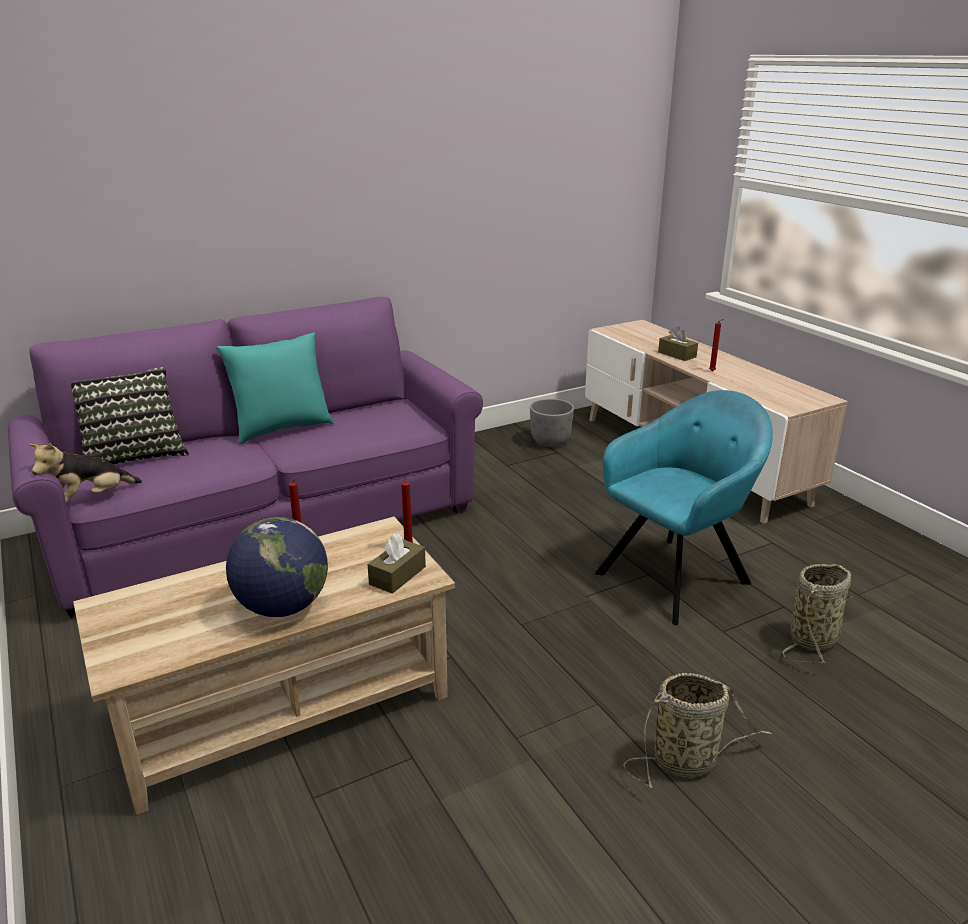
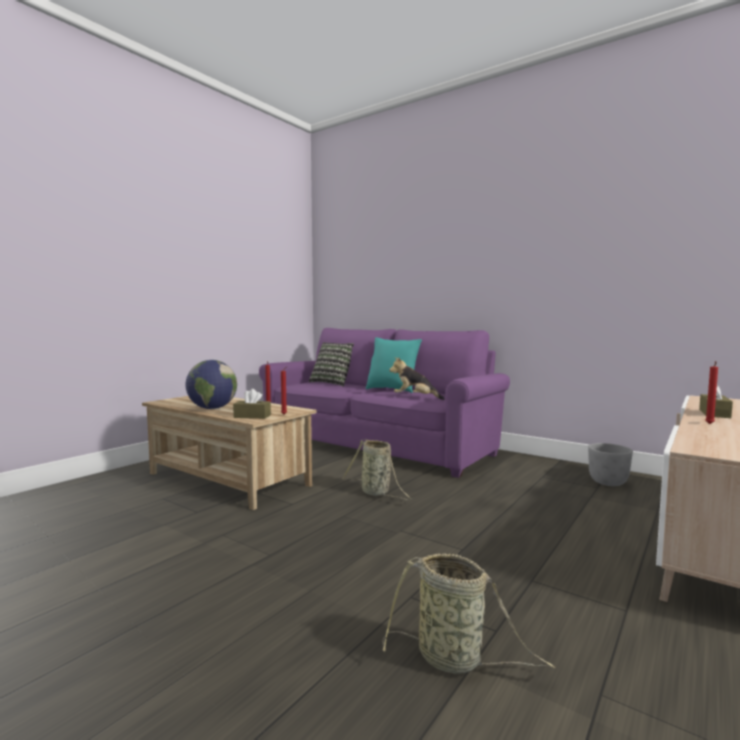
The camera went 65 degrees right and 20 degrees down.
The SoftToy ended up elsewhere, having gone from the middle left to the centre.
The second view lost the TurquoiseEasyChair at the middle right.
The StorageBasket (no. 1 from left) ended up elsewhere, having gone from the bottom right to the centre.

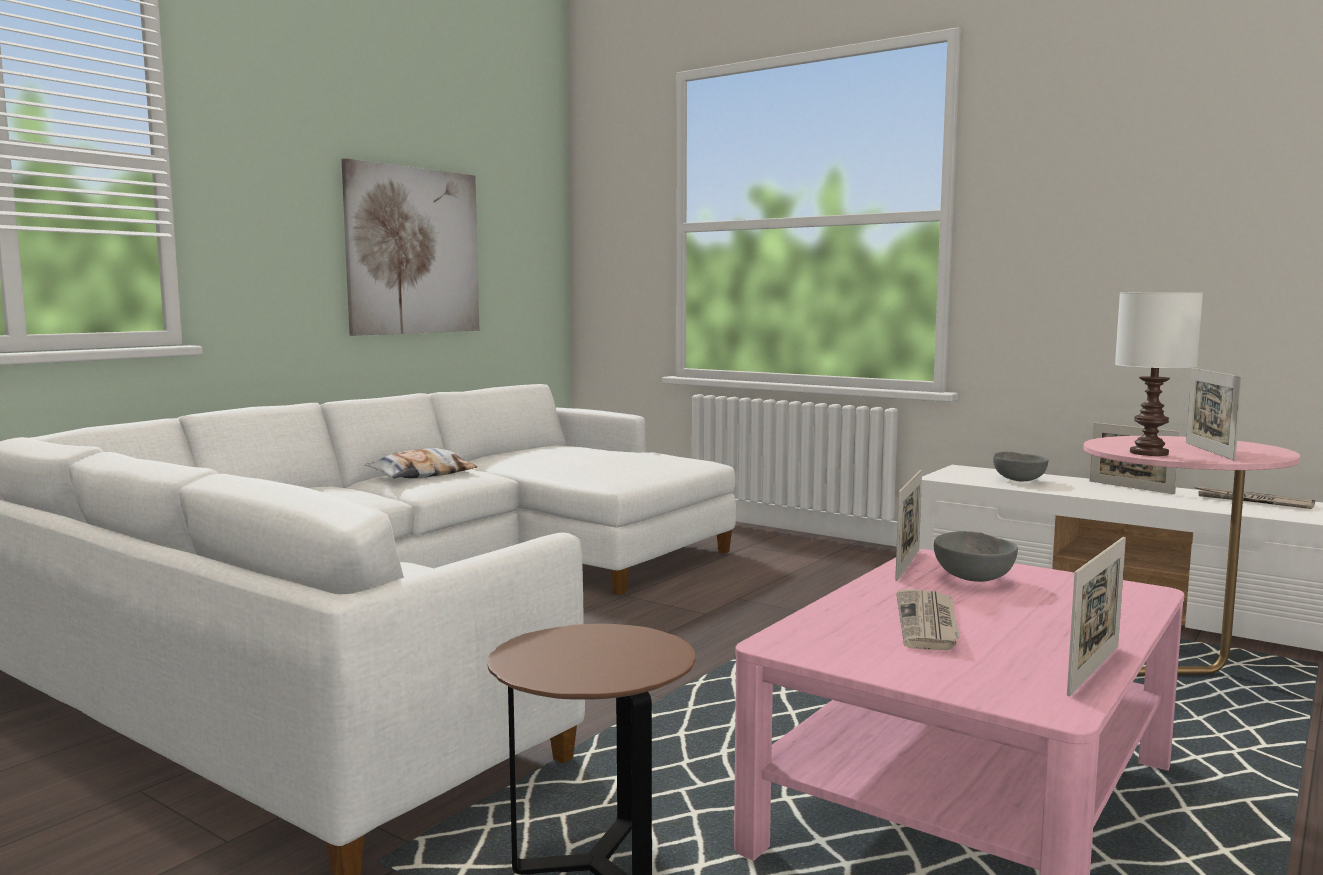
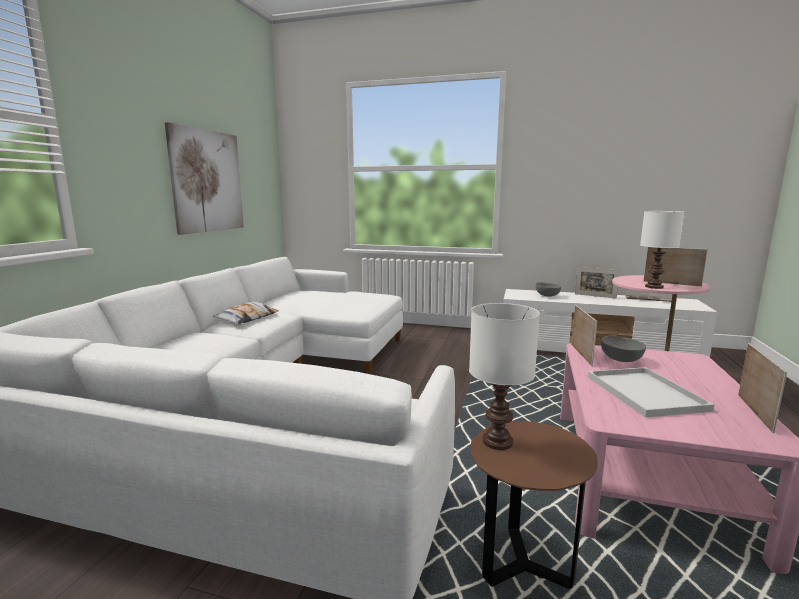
The camera went 20 degrees left and 5 degrees up.
Where the Newspaper (no. 1 from left) stood at the bottom right, the WhiteCarryingTray came to stand at the middle right.
The PhotoFrame (no. 4 from left in the first image) at the middle right ended up facing another way, 135 degrees clockwise from before.
The second view gained the WhiteLampForATable (no. 1 from left) at the centre.

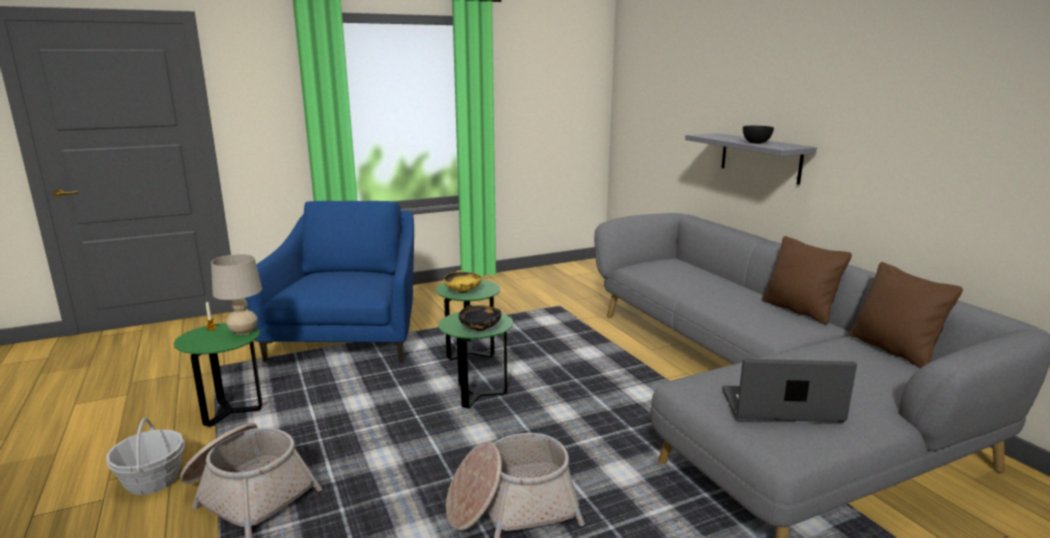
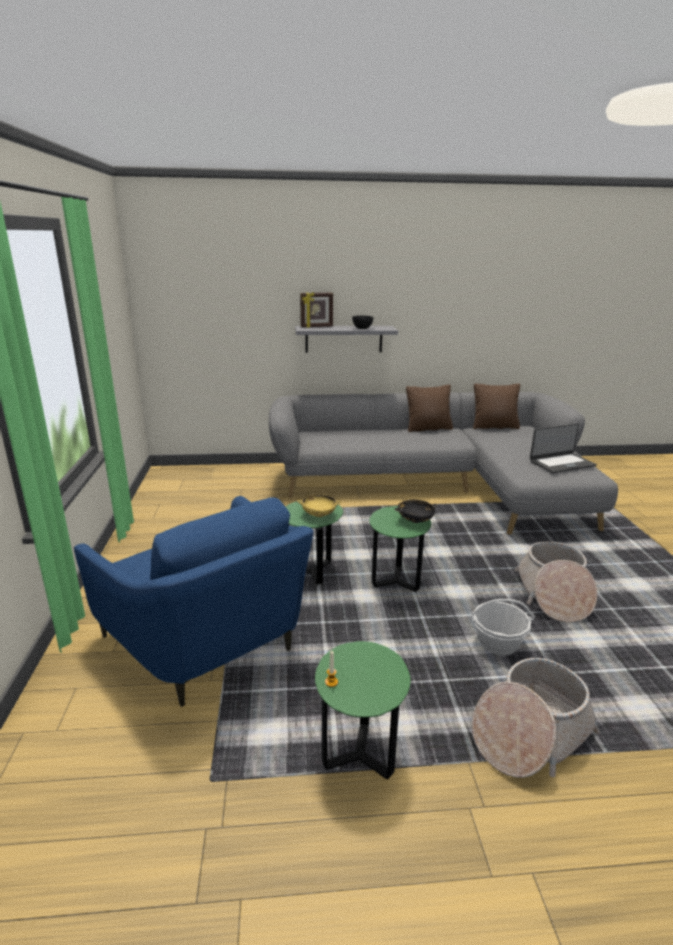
The camera went 70 degrees left and 5 degrees up.
The StorageBasket (no. 1 from left) ended up elsewhere, having gone from the bottom left to the middle right.
The second view lost the BeigeColouredLampForATable at the middle left.
The BluishEasyChair at the middle left ended up facing another way, 150 degrees counterclockwise from before.
The Laptop at the bottom right ended up facing another way, 135 degrees counterclockwise from before.
The second view gained the PhotoFrame at the top centre.

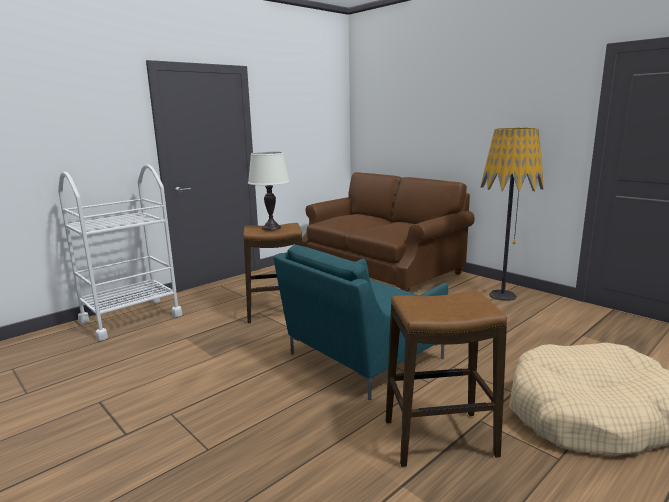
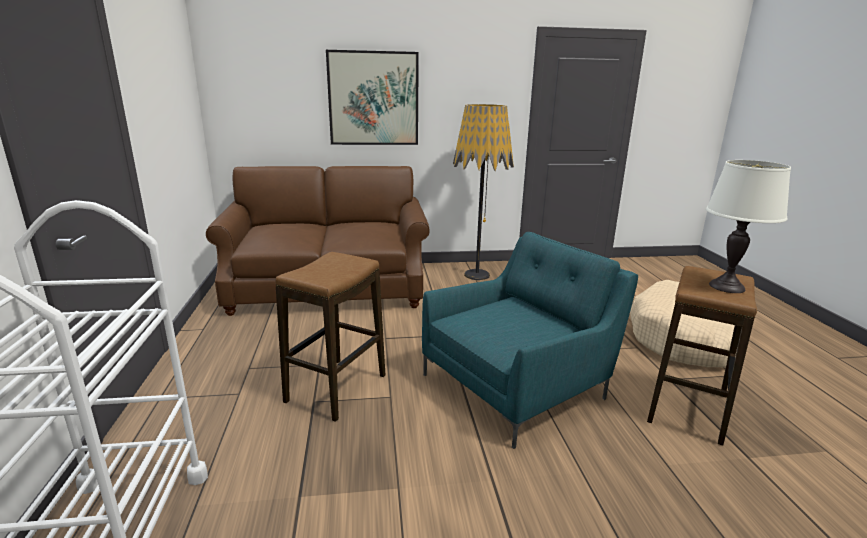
The camera went 55 degrees left and 5 degrees up.
The WhiteLampForATable ended up elsewhere, having gone from the centre to the middle right.
The TurquoiseEasyChair at the centre ended up facing another way, 120 degrees counterclockwise from before.
The second view gained the Picture at the top centre.

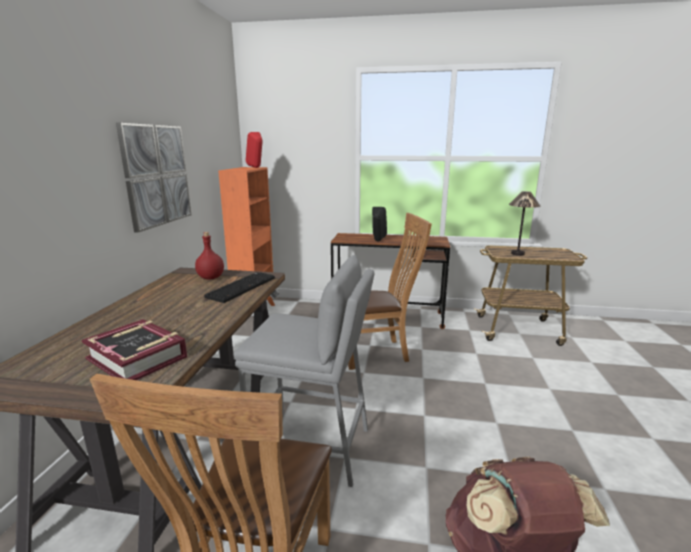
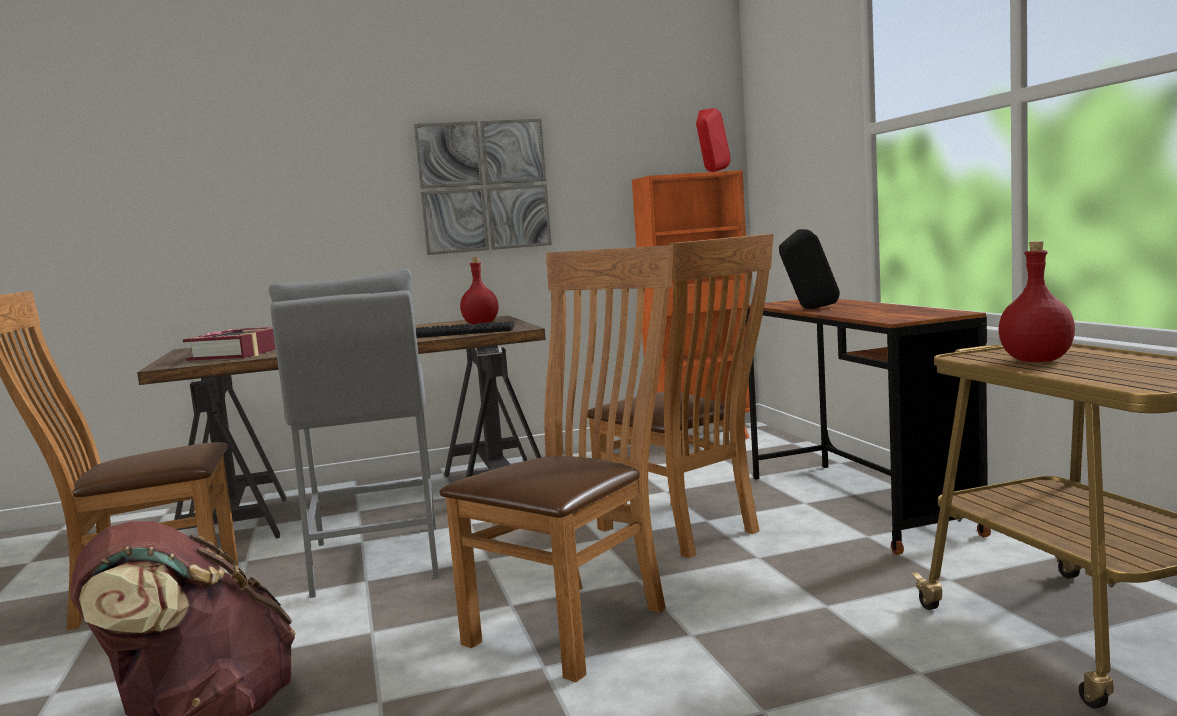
The camera went 65 degrees right and 10 degrees down.
Where the LampForATable stood at the middle right, the RedBeverageBottle (no. 2 from left) came to stand at the middle right.
The second view gained the BrownishUprightChair (no. 2 from left) at the centre.

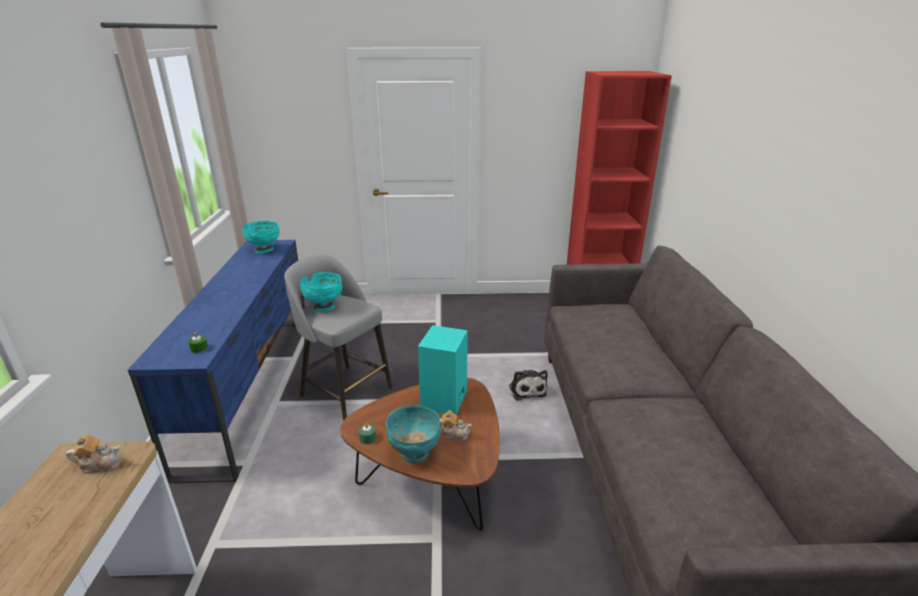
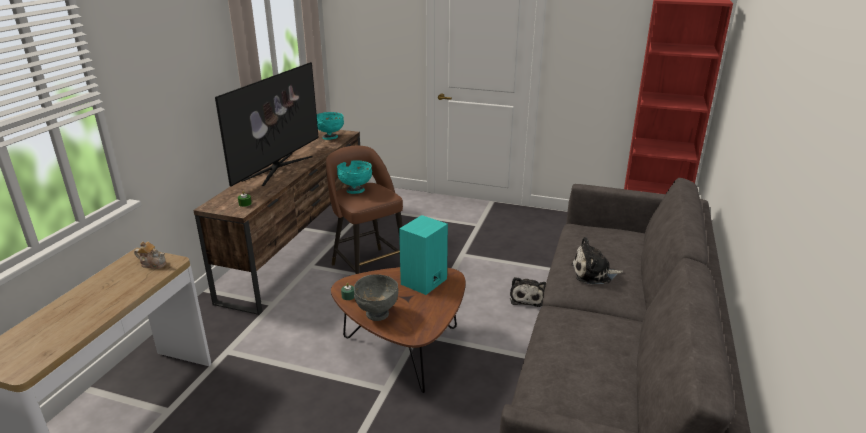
The camera went 20 degrees right and 0 degrees up.
What was the BluishTvUnit at the middle left turned into the BrownishTvUnit at the middle left.
What was the GraySittingStool at the centre turned into the BrownishSittingStool at the centre.
What was the TurquoiseBowl (no. 3 from left) at the bottom centre turned into the GrayBowl at the bottom centre.
The second view lost the Teapot (no. 2 from left) at the bottom centre.
The second view gained the Television at the top left.
The second view gained the SoftToy (no. 2 from left) at the middle right.

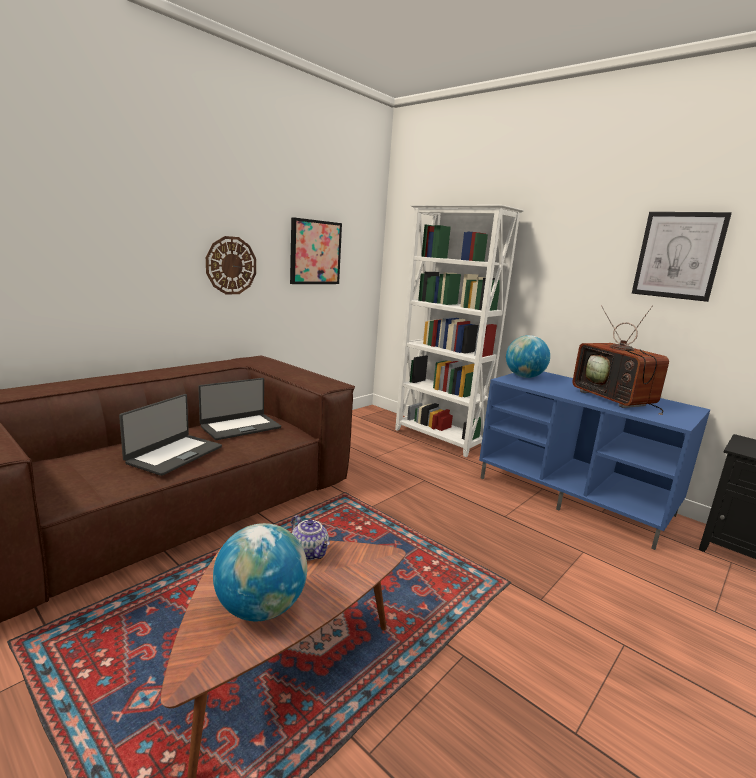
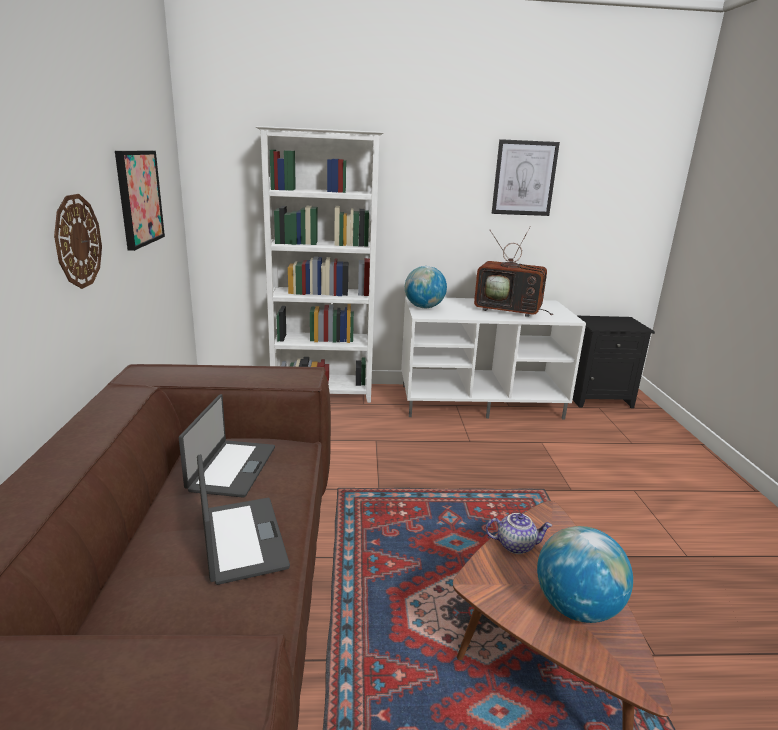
The camera went 45 degrees left and 5 degrees up.
What was the BluishTvUnit at the middle right turned into the WhiteTvUnit at the centre.

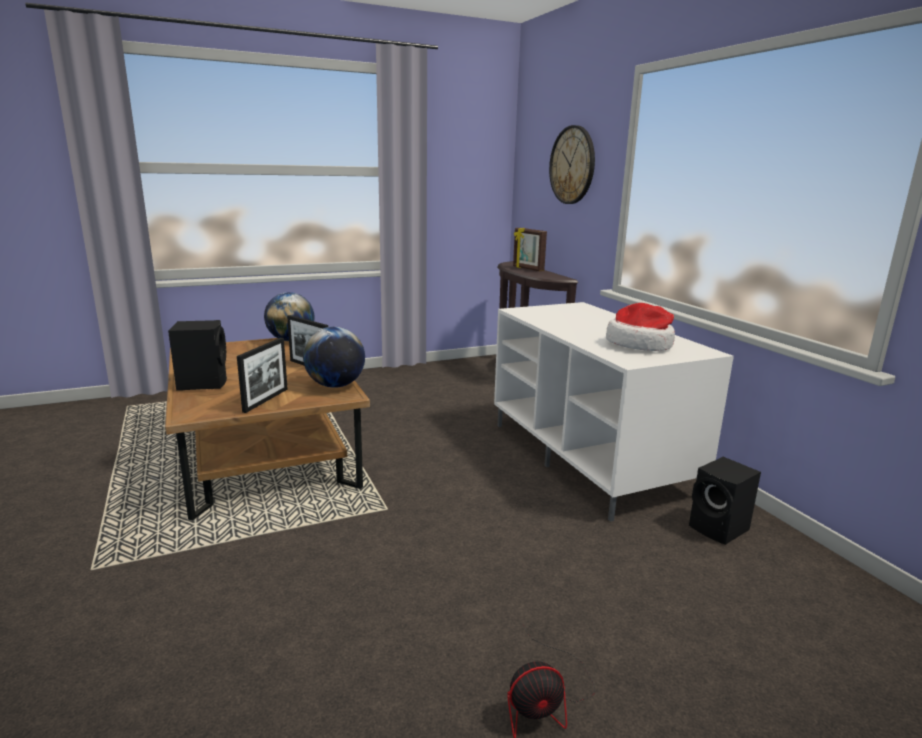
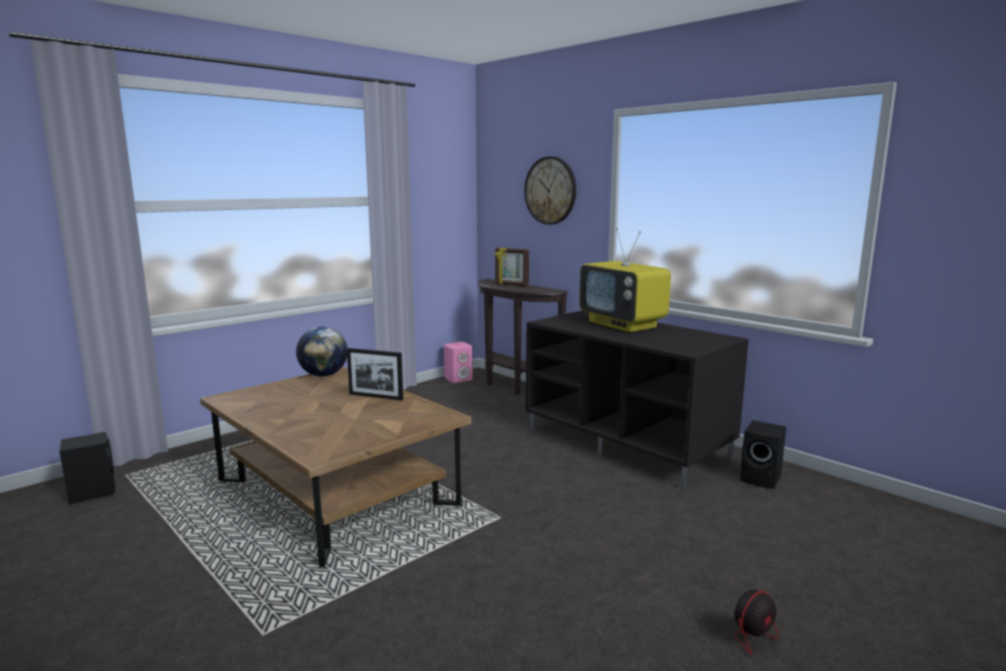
The camera went 20 degrees left and 5 degrees down.
The BlackColouredSpeaker (no. 1 from left) ended up elsewhere, having gone from the middle left to the bottom left.
The second view lost the PhotoFrame (no. 1 from left) at the middle left.
The second view lost the WorldGlobe (no. 2 from left) at the centre.
What was the WhiteTvUnit at the centre turned into the BlackColouredTvUnit at the centre.
The second view lost the WearableHat at the middle right.
The second view gained the PinkColouredSpeaker at the centre.
The second view gained the Television at the centre.

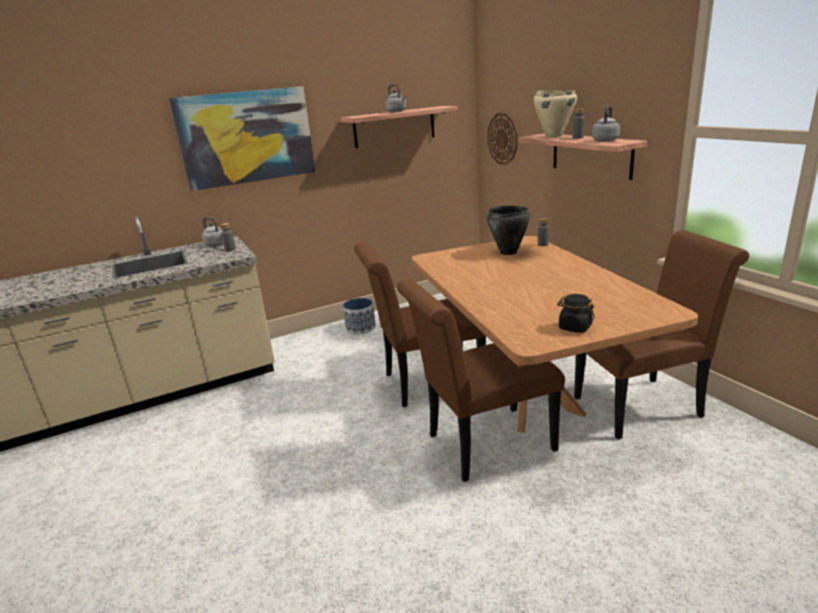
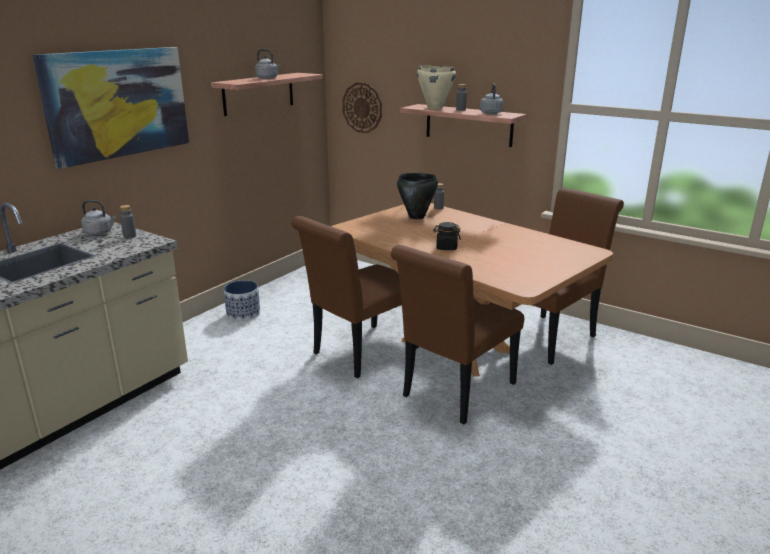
The camera went 30 degrees left and 0 degrees up.
The BlackColouredPreserveJar ended up elsewhere, having gone from the middle right to the centre.

